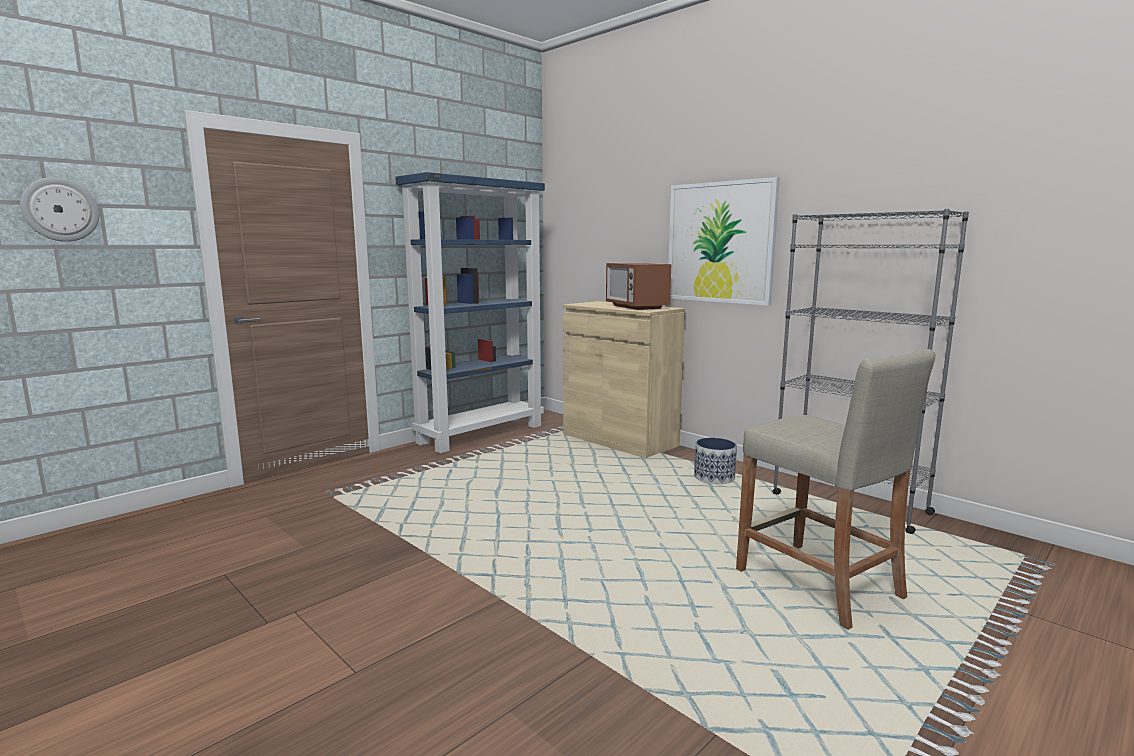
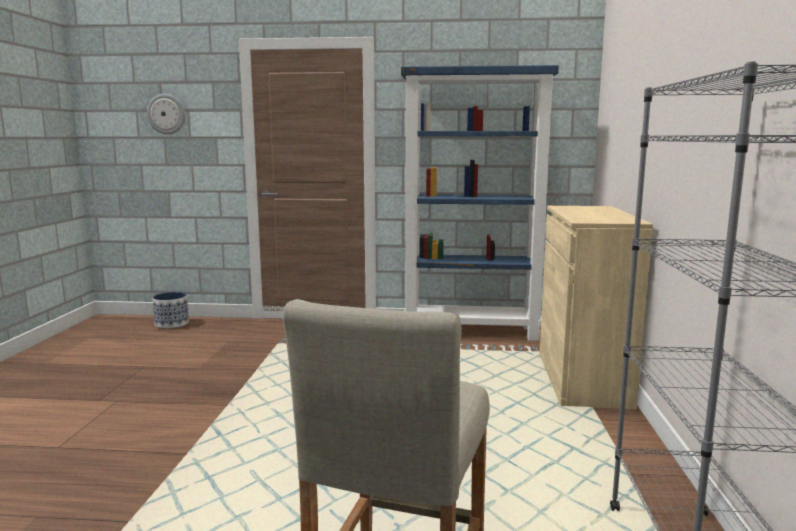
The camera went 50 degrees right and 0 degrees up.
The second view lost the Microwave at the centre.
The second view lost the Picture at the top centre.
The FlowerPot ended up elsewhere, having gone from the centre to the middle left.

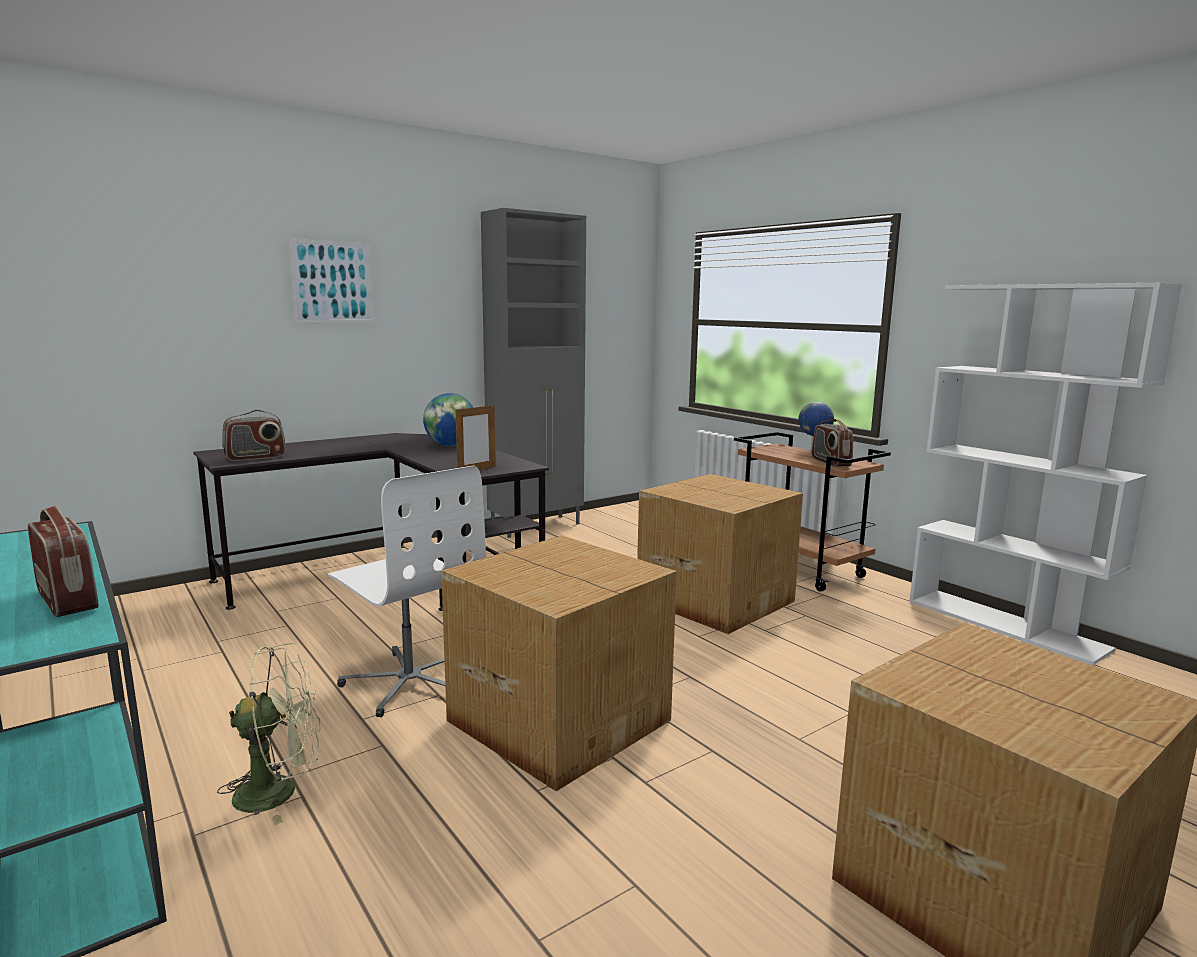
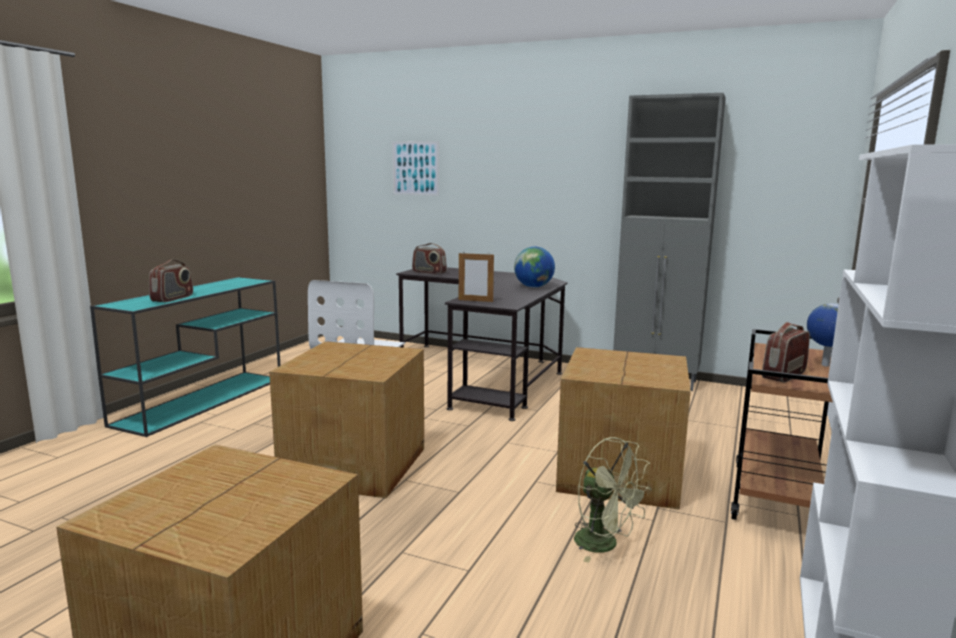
The camera went 60 degrees right and 0 degrees up.
The GreenColouredCoolingFan ended up elsewhere, having gone from the bottom left to the bottom centre.
The Picture ended up elsewhere, having gone from the top left to the top centre.

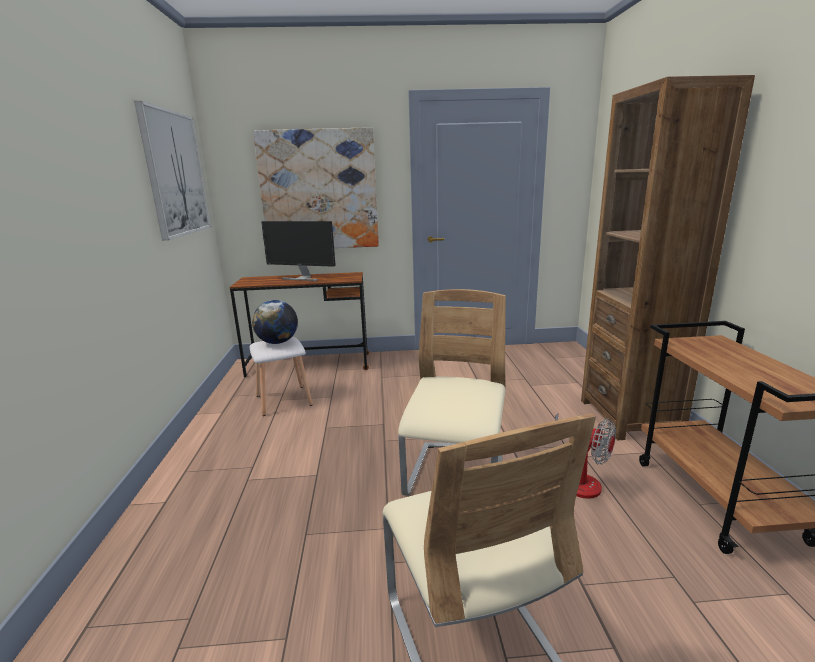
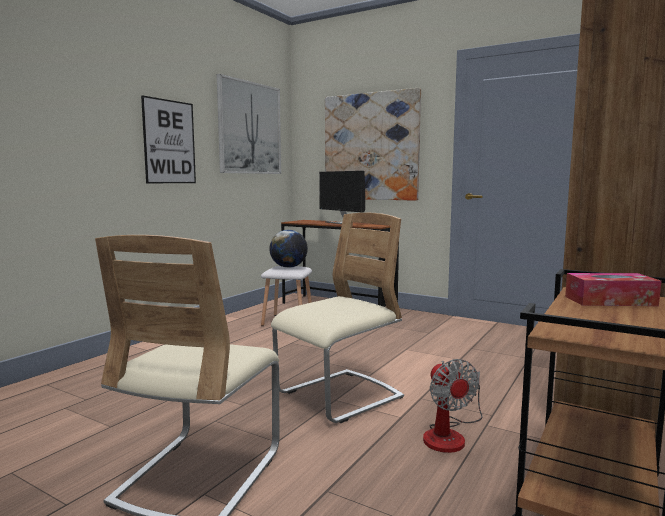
The camera went 35 degrees right and 10 degrees down.
The second view gained the Picture (no. 1 from left) at the top left.
The second view gained the TissueBox at the middle right.

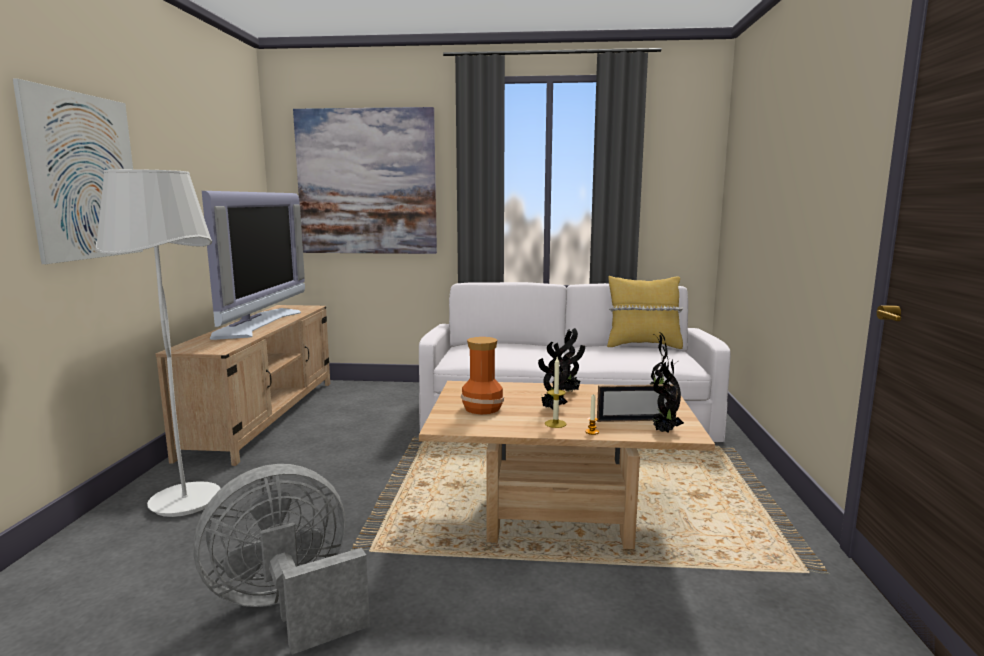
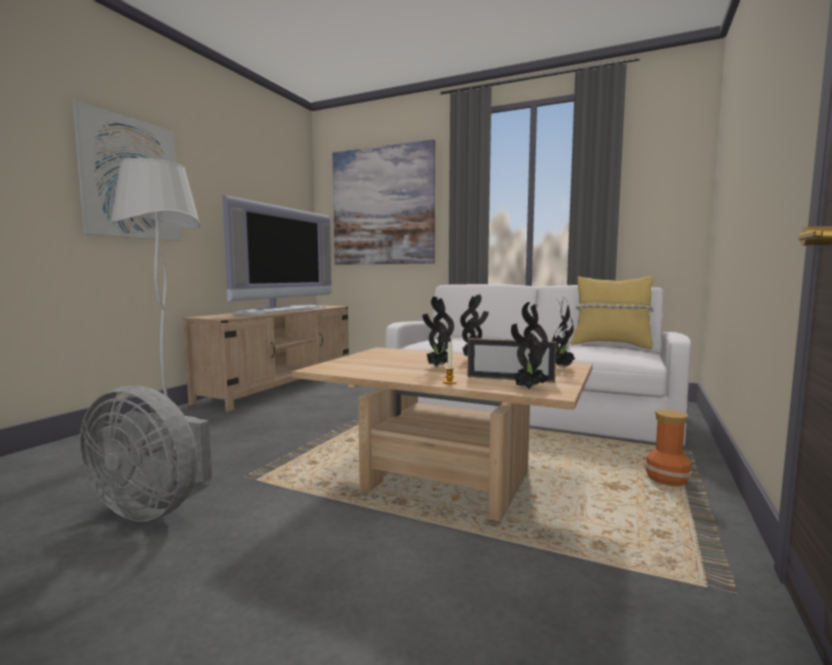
The camera went 20 degrees right and 5 degrees down.
The GrayCoolingFan at the bottom left ended up facing another way, 150 degrees counterclockwise from before.
The DecorativeVase ended up elsewhere, having gone from the centre to the bottom right.
The second view lost the WaxCandle (no. 1 from left) at the centre.

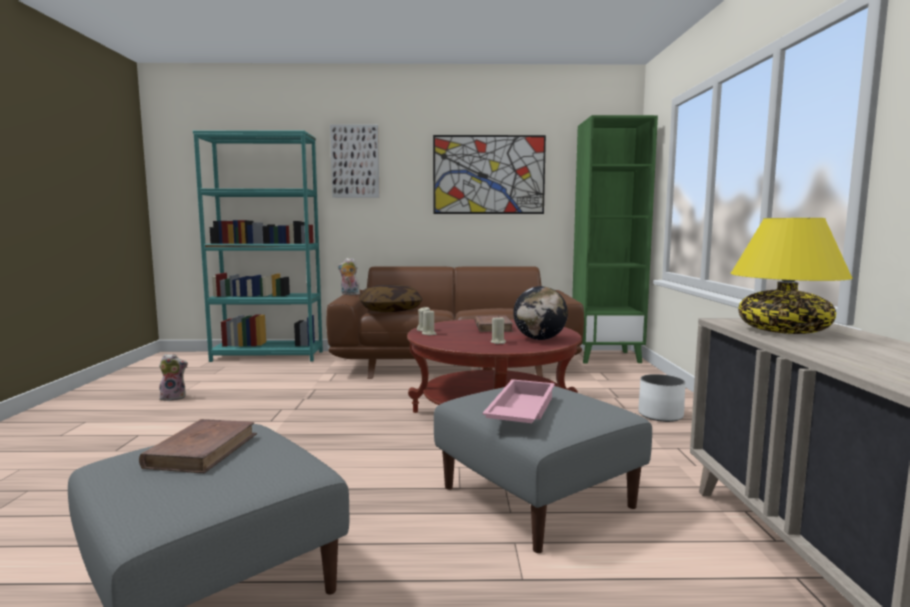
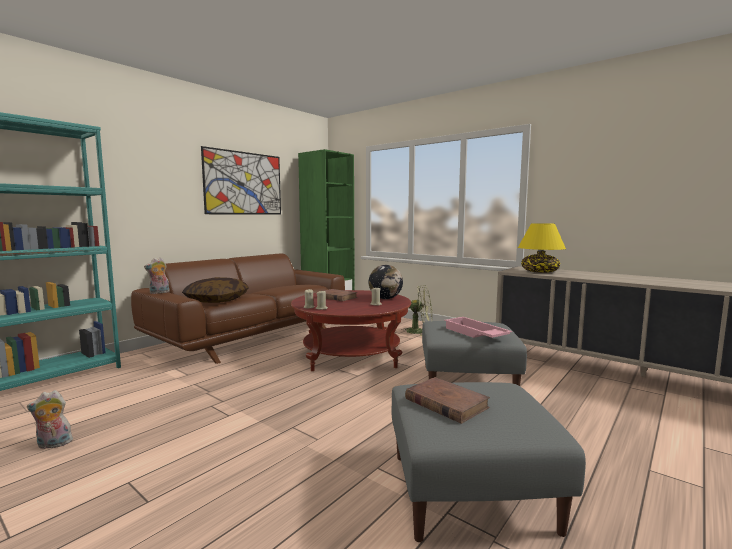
The camera went 50 degrees left and 0 degrees up.
The SoftToy (no. 1 from left) at the middle left ended up facing another way, 135 degrees counterclockwise from before.
The second view lost the Picture (no. 1 from left) at the top centre.
Where the WhiteFlowerPot stood at the middle right, the GreenColouredCoolingFan came to stand at the centre.

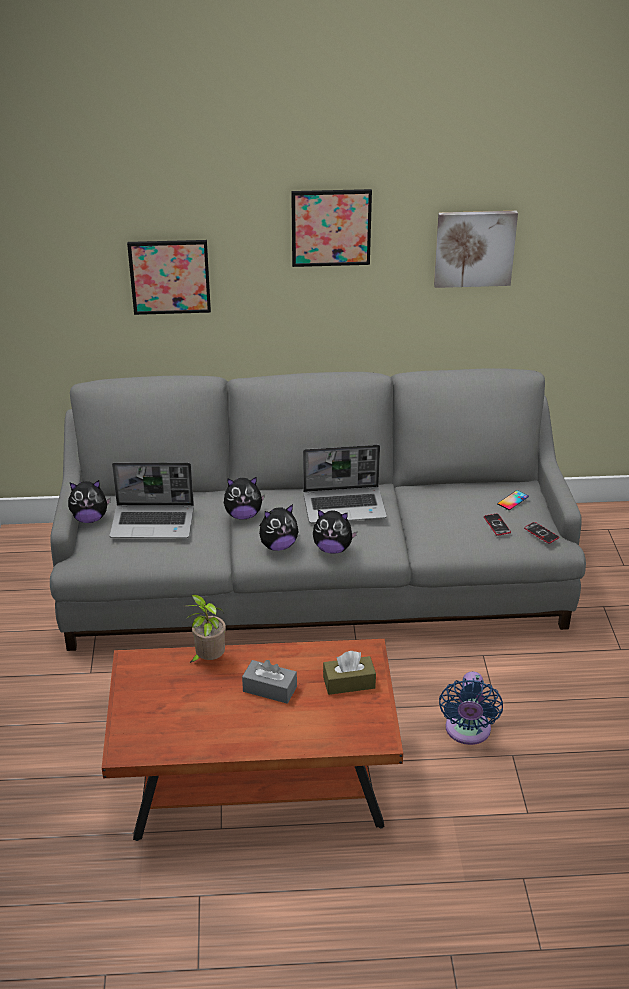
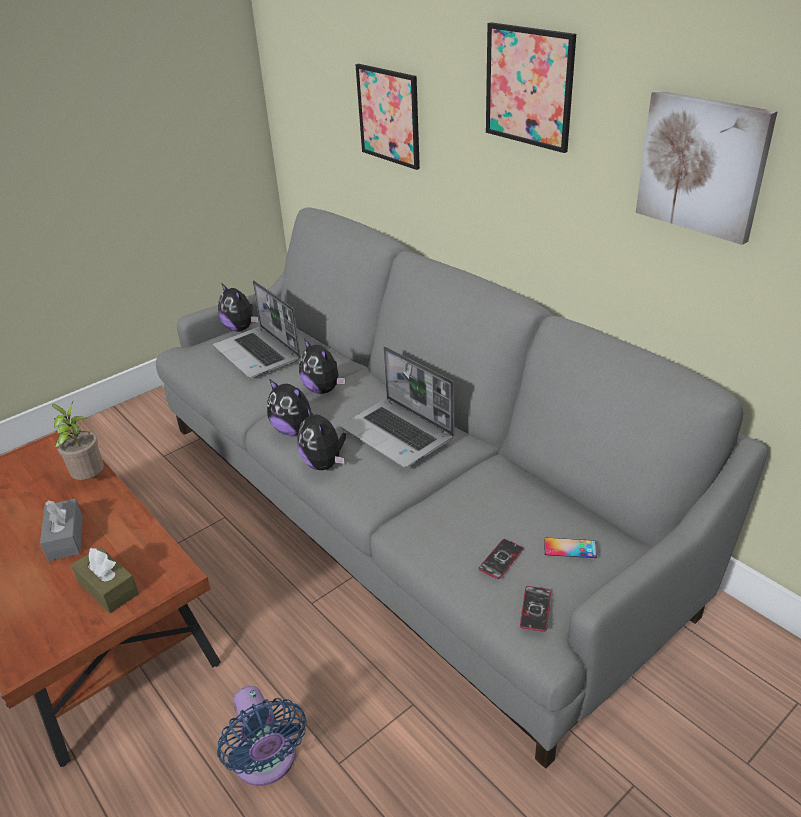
The camera went 55 degrees right and 0 degrees up.
The BluishCoolingFan at the bottom right ended up facing another way, 90 degrees counterclockwise from before.

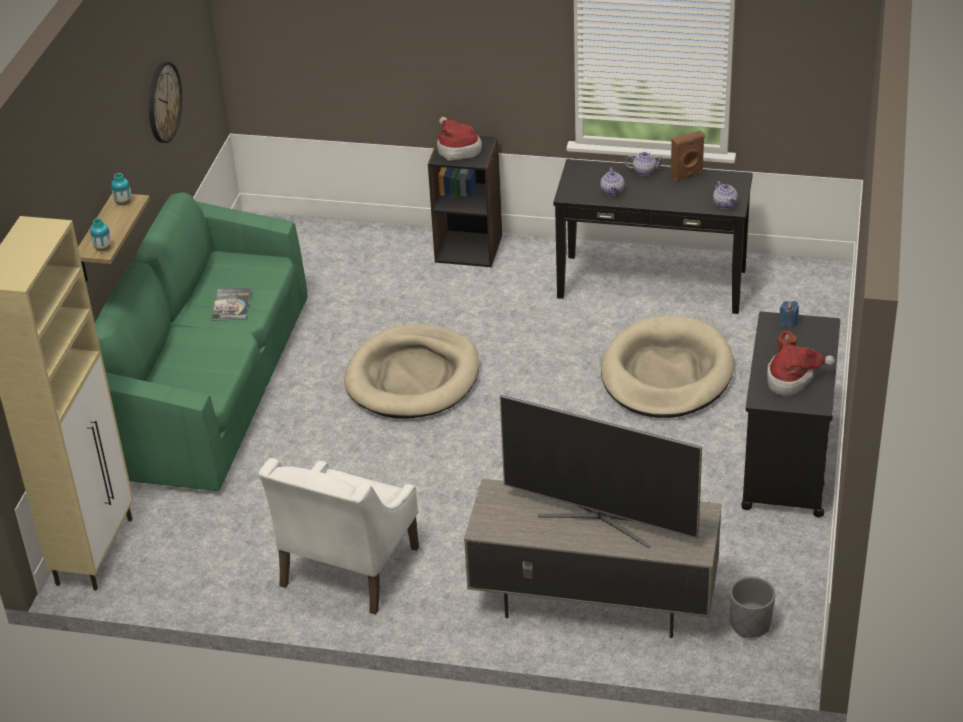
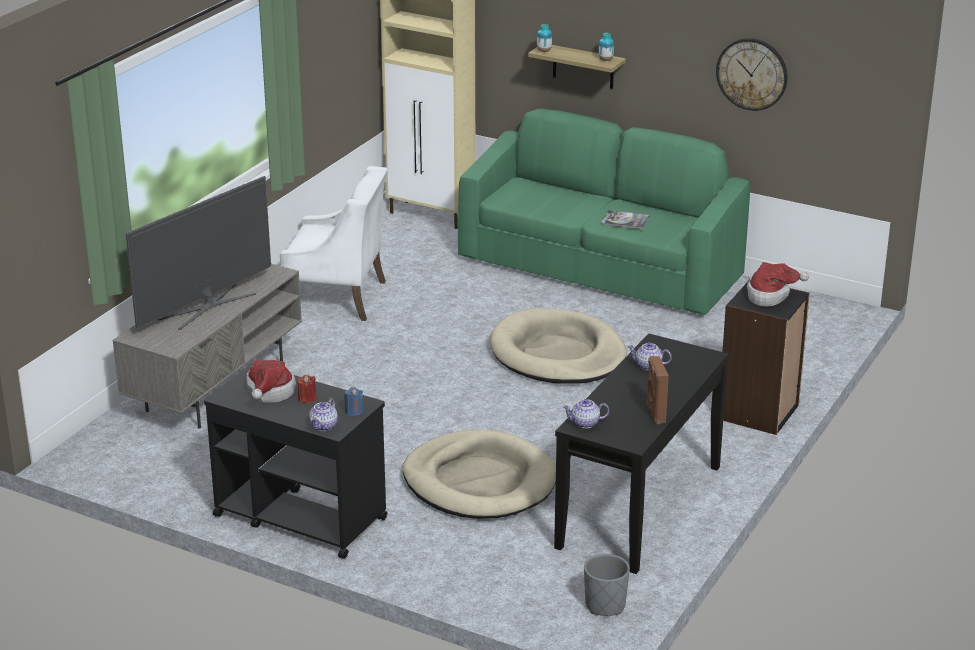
The camera went 105 degrees right and 10 degrees down.
The WhiteEasyChair at the bottom centre ended up facing another way, 150 degrees clockwise from before.
The Teapot (no. 2 from left in the first image) ended up elsewhere, having gone from the top right to the middle left.
The GrayFlowerPot ended up elsewhere, having gone from the bottom right to the bottom centre.

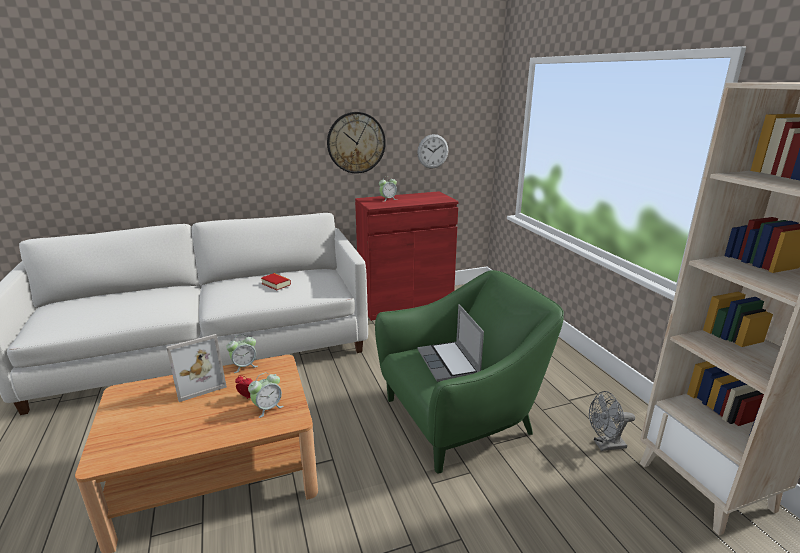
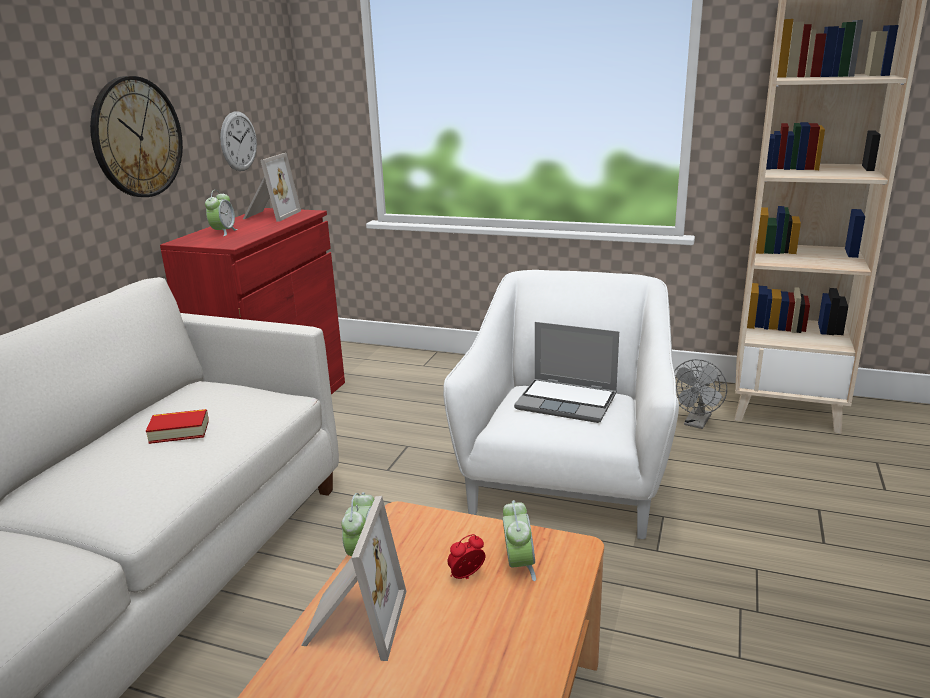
The camera went 50 degrees left and 0 degrees up.
What was the GreenColouredEasyChair at the bottom centre turned into the WhiteEasyChair at the centre.
The second view gained the PhotoFrame (no. 1 from left) at the top left.

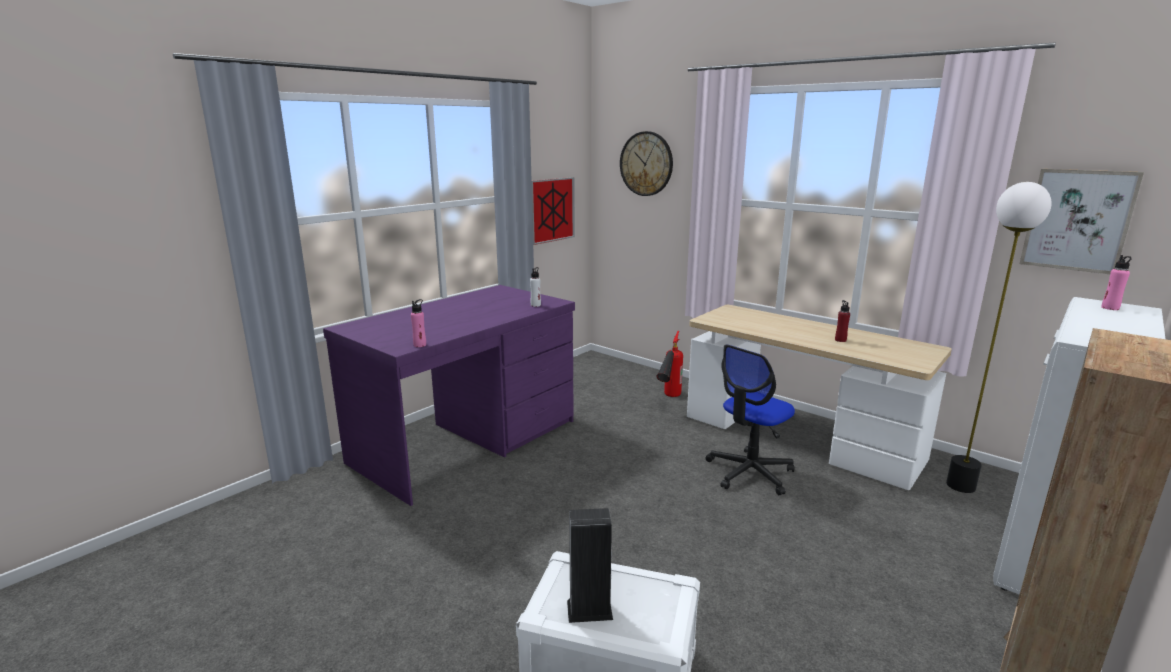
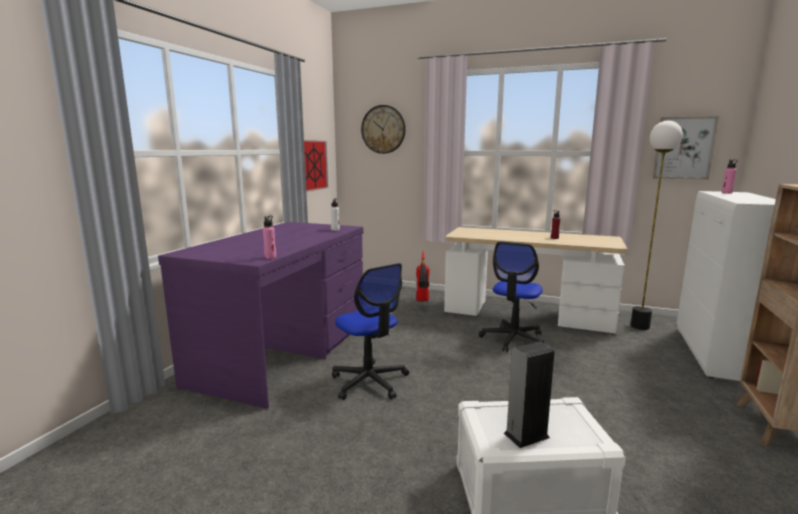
The camera went 20 degrees left and 5 degrees down.
The second view gained the DeskChair (no. 1 from left) at the centre.

